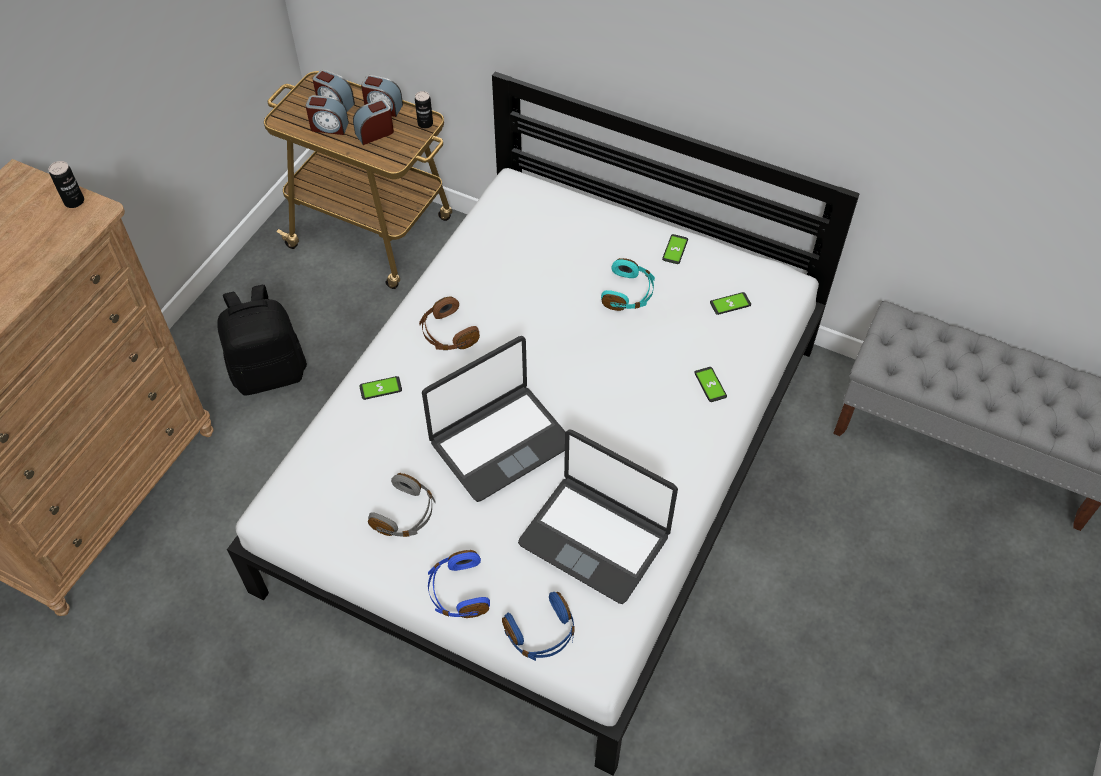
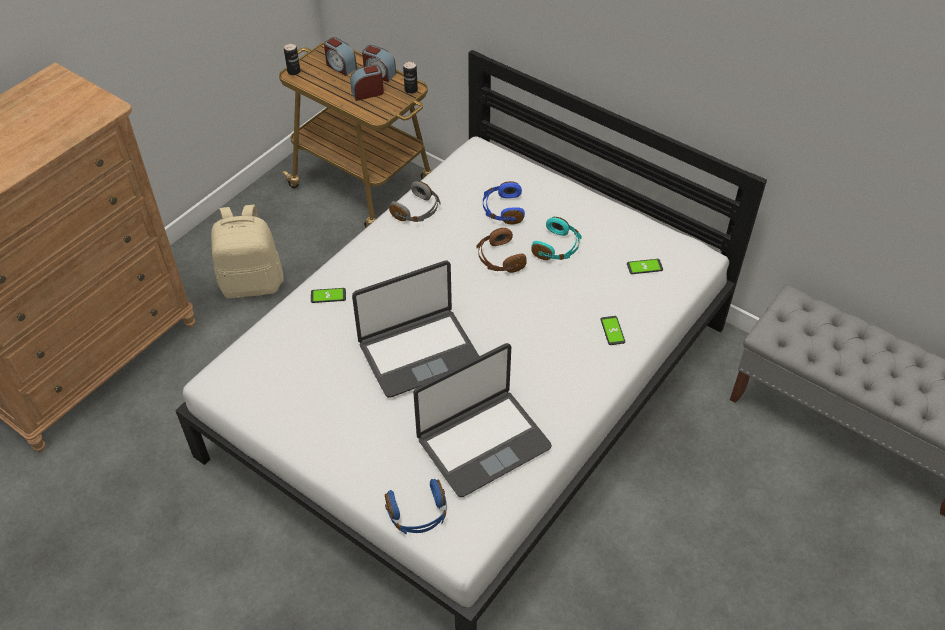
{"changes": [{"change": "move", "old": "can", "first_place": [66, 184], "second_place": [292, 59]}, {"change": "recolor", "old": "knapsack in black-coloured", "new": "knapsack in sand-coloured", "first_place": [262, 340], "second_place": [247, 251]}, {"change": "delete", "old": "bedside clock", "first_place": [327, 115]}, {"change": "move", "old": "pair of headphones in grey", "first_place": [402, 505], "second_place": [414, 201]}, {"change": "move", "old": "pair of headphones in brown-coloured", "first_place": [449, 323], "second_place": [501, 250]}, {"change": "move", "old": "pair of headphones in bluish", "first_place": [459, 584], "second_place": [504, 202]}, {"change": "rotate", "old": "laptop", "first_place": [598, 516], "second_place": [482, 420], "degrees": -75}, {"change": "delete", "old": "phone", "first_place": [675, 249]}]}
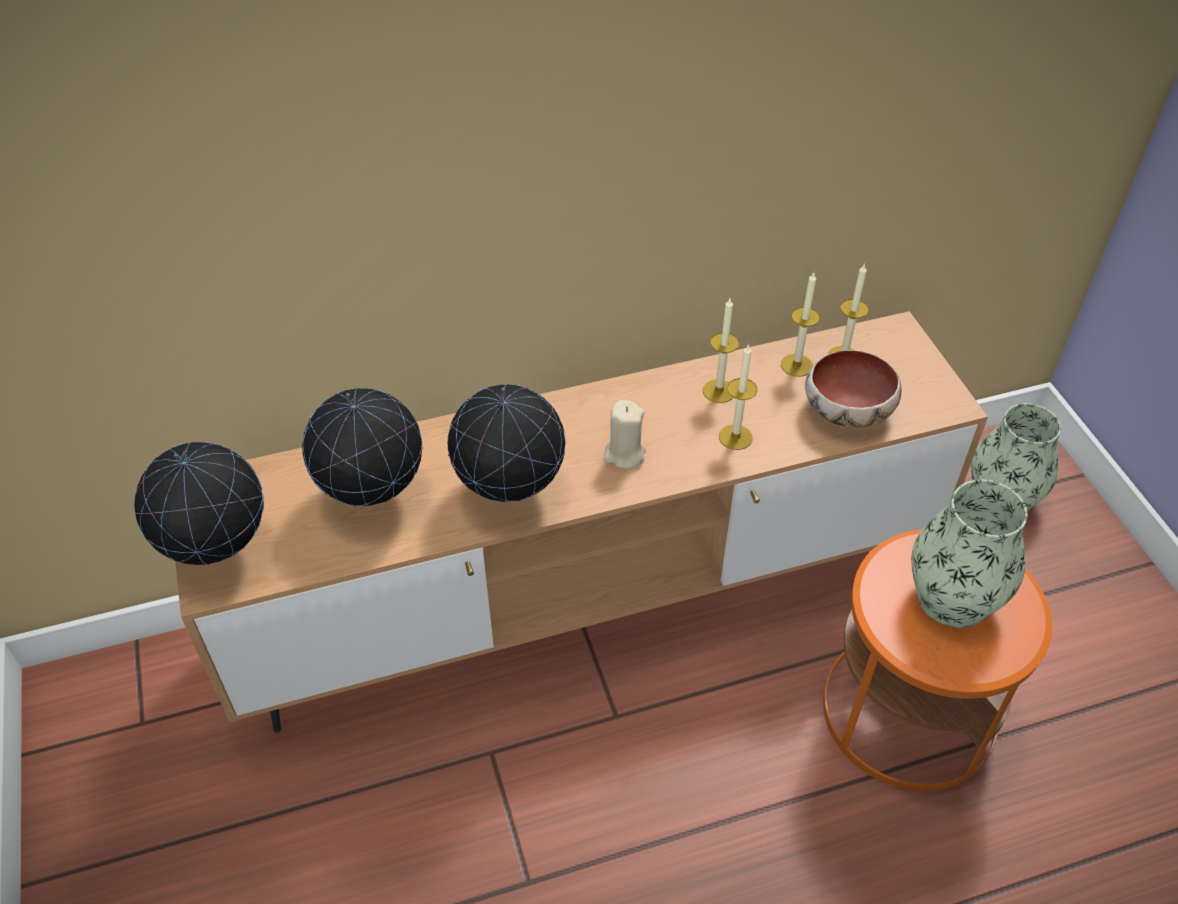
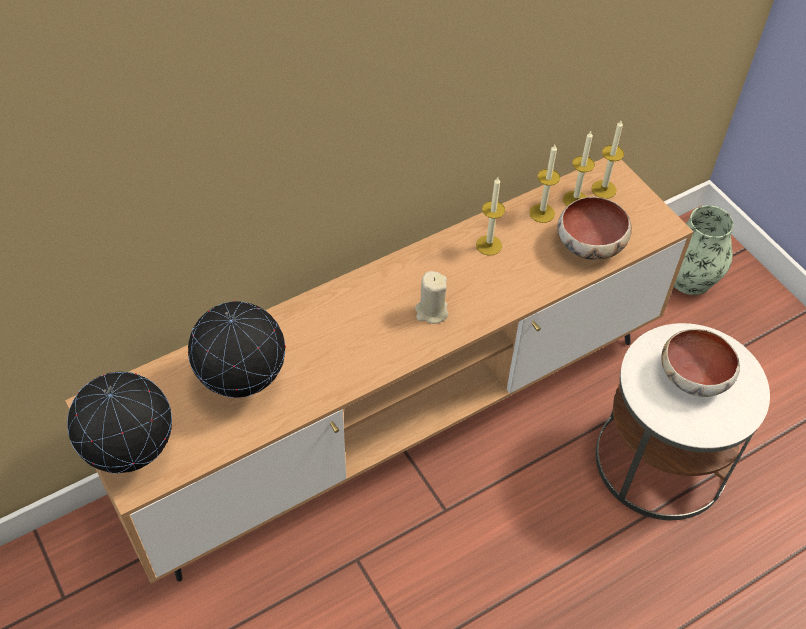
{"changes": [{"change": "delete", "old": "globe", "first_place": [506, 443]}, {"change": "move", "old": "candle", "first_place": [738, 397], "second_place": [608, 160]}, {"change": "recolor", "old": "accent table in orange-coloured", "new": "accent table in white-coloured", "first_place": [937, 660], "second_place": [682, 421]}, {"change": "replace", "old": "flower vase", "new": "serving bowl", "first_place": [969, 553], "second_place": [700, 363]}]}
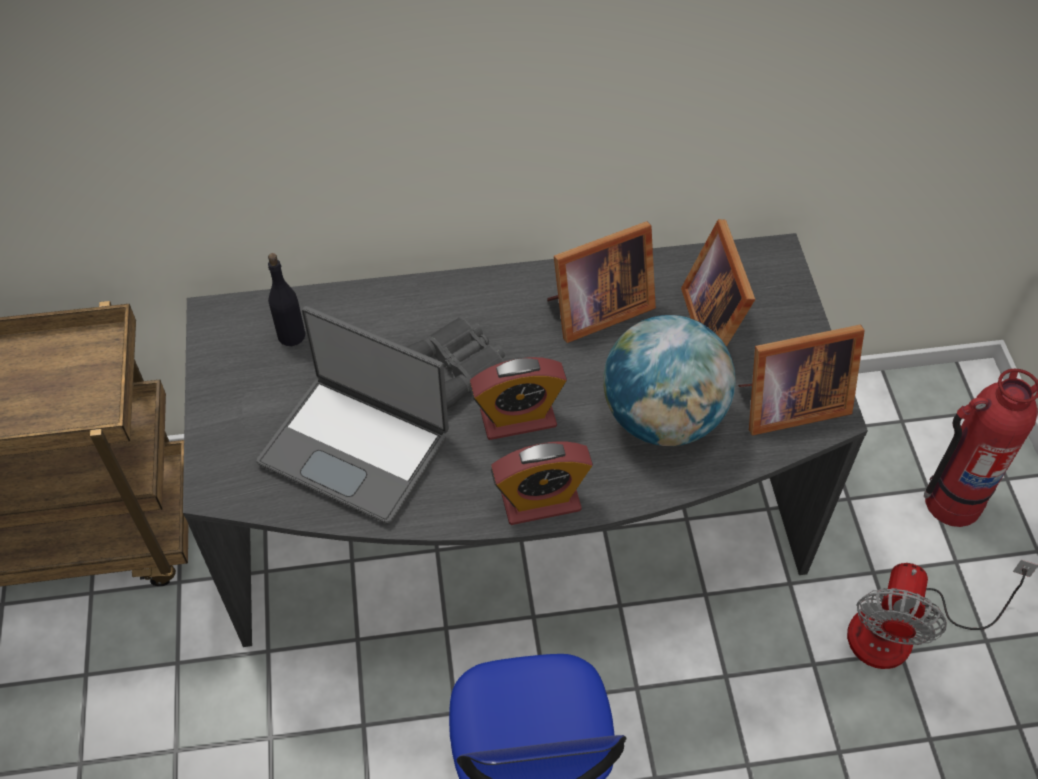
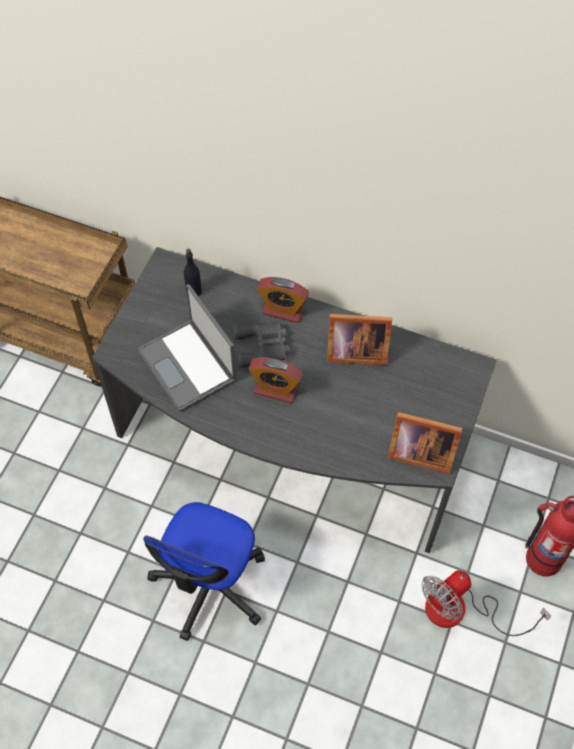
{"changes": [{"change": "move", "old": "bedside clock", "first_place": [542, 483], "second_place": [283, 300]}, {"change": "delete", "old": "globe", "first_place": [669, 380]}, {"change": "delete", "old": "picture frame", "first_place": [718, 283]}]}
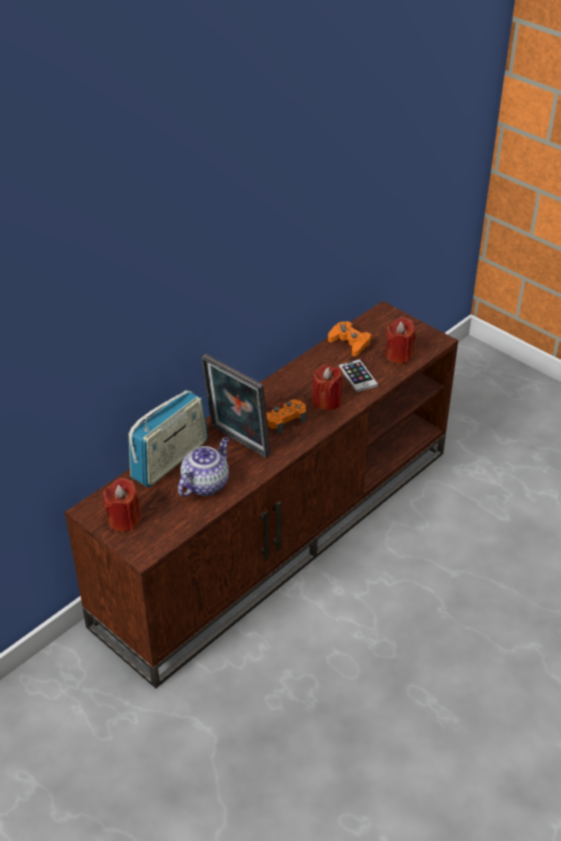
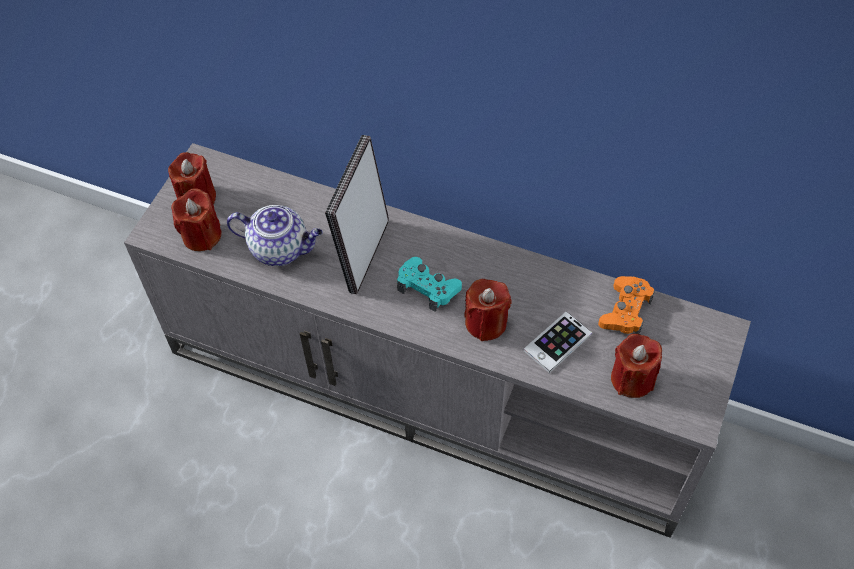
{"changes": [{"change": "recolor", "old": "tv stand in brown-coloured", "new": "tv stand in grey", "first_place": [261, 494], "second_place": [437, 340]}, {"change": "delete", "old": "radio set", "first_place": [168, 438]}, {"change": "recolor", "old": "gamepad in orange-coloured", "new": "gamepad in turquoise", "first_place": [286, 416], "second_place": [429, 284]}, {"change": "insert", "new": "candle in reddish", "second_place": [196, 219]}]}
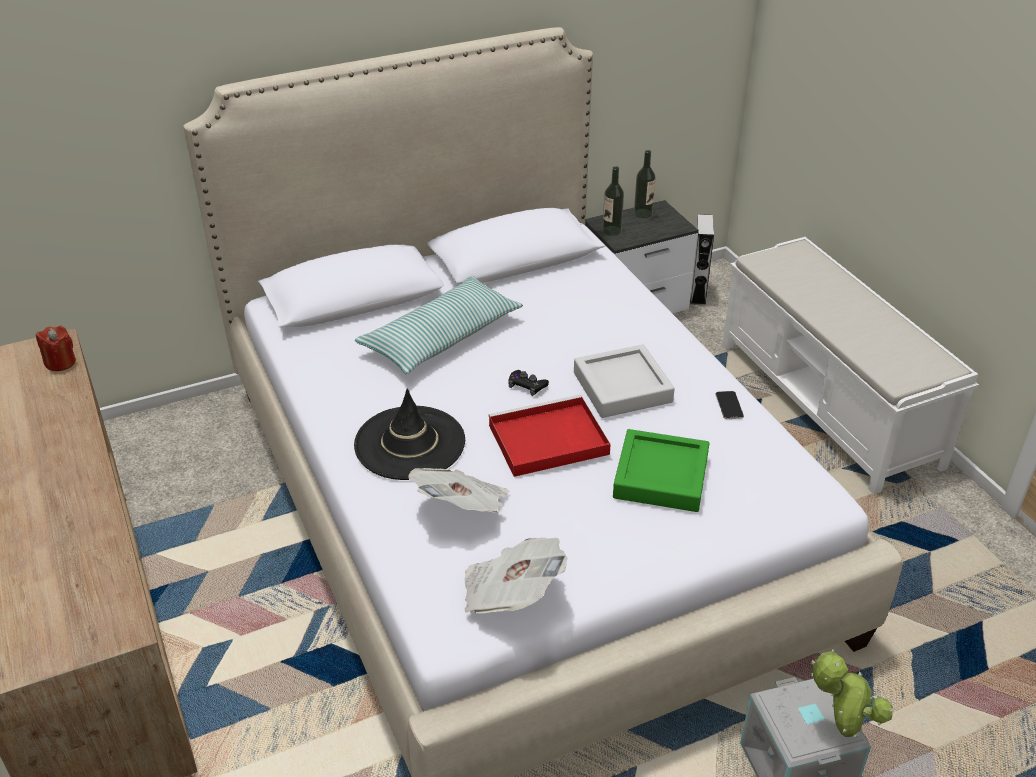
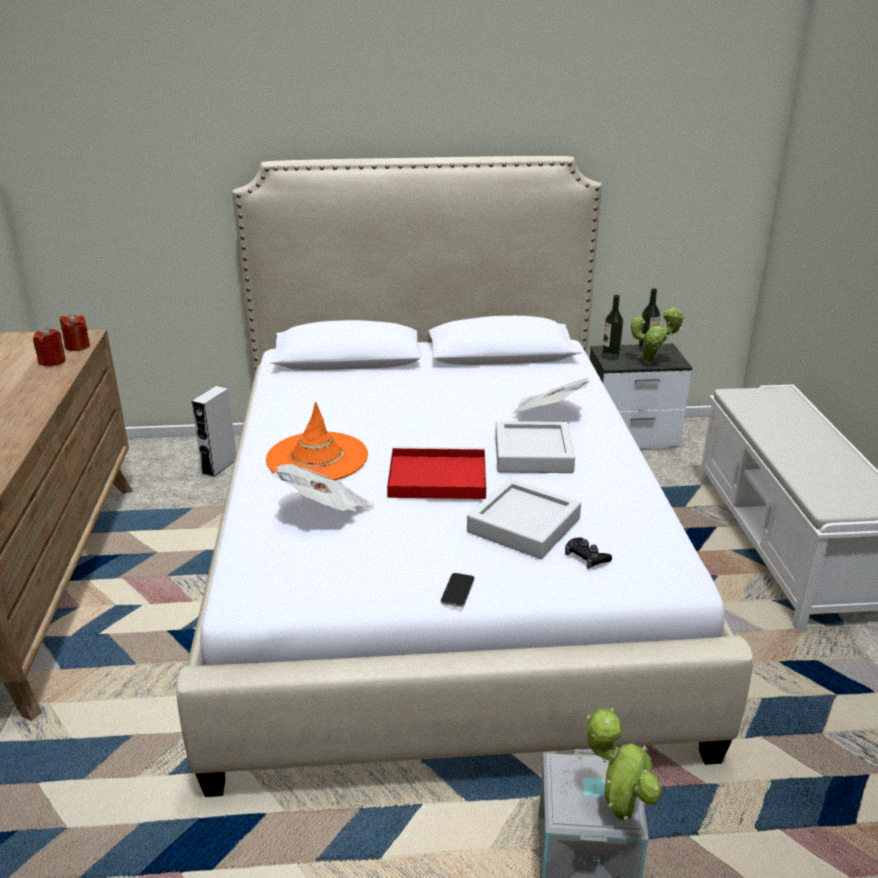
{"changes": [{"change": "recolor", "old": "clothing hat in black-coloured", "new": "clothing hat in orange-coloured", "first_place": [409, 434], "second_place": [317, 440]}, {"change": "delete", "old": "cushion", "first_place": [439, 325]}, {"change": "move", "old": "daily paper", "first_place": [515, 576], "second_place": [550, 396]}, {"change": "move", "old": "gamepad in black-coloured", "first_place": [528, 383], "second_place": [588, 553]}, {"change": "recolor", "old": "tray in greenish", "new": "tray in grey", "first_place": [661, 470], "second_place": [524, 519]}, {"change": "move", "old": "speaker in grey", "first_place": [702, 259], "second_place": [214, 431]}, {"change": "move", "old": "phone", "first_place": [730, 405], "second_place": [457, 590]}, {"change": "insert", "new": "candle in reddish", "second_place": [49, 346]}, {"change": "insert", "new": "plant in a pot", "second_place": [658, 335]}]}
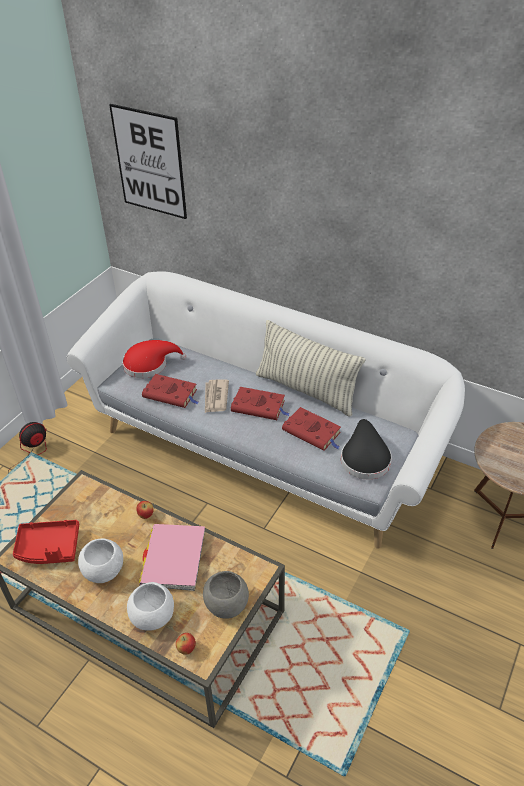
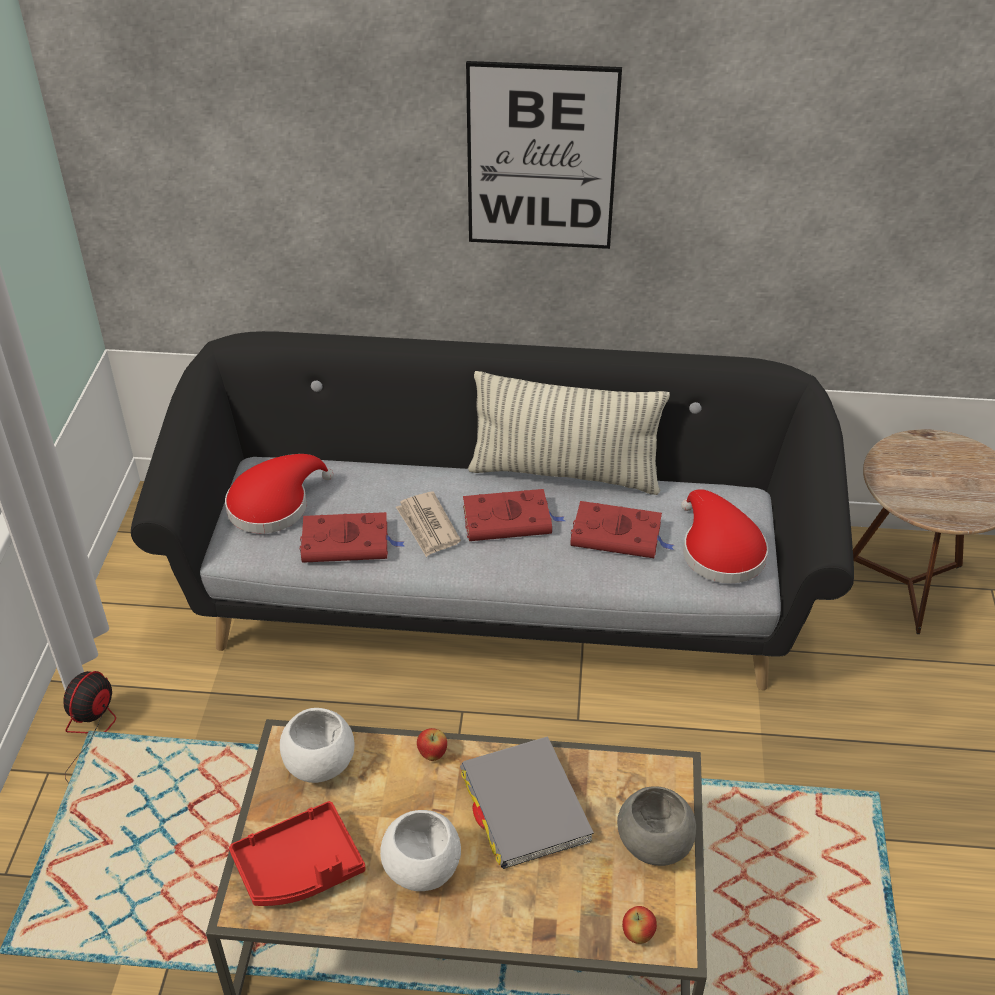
{"changes": [{"change": "recolor", "old": "settee in white-coloured", "new": "settee in black-coloured", "first_place": [265, 410], "second_place": [492, 510]}, {"change": "move", "old": "wall art", "first_place": [148, 161], "second_place": [544, 155]}, {"change": "move", "old": "serving bowl in white-coloured", "first_place": [150, 606], "second_place": [317, 745]}, {"change": "recolor", "old": "volume in pink", "new": "volume in grey", "first_place": [172, 557], "second_place": [527, 802]}, {"change": "recolor", "old": "clothing hat in black-coloured", "new": "clothing hat in reddish", "first_place": [366, 449], "second_place": [724, 536]}]}
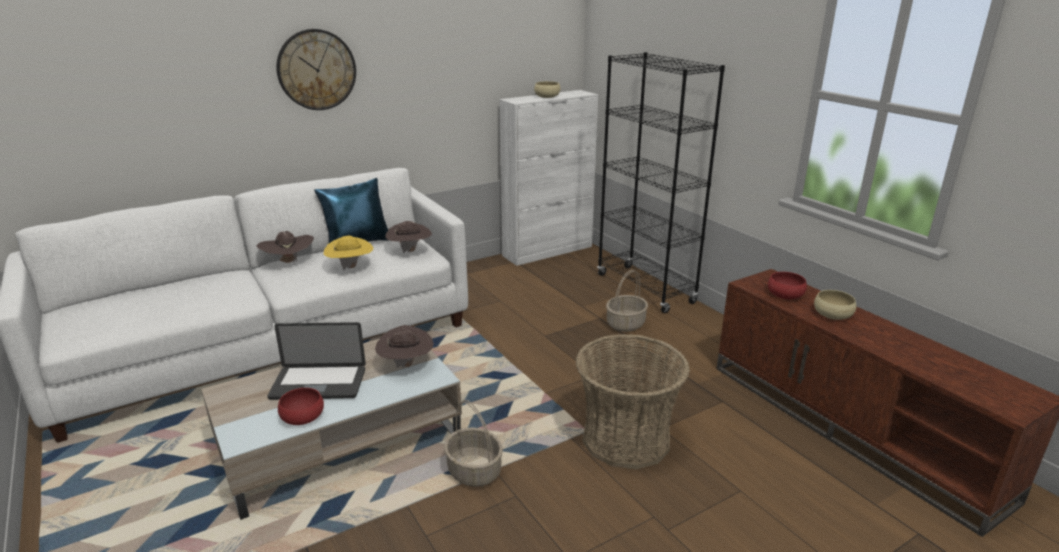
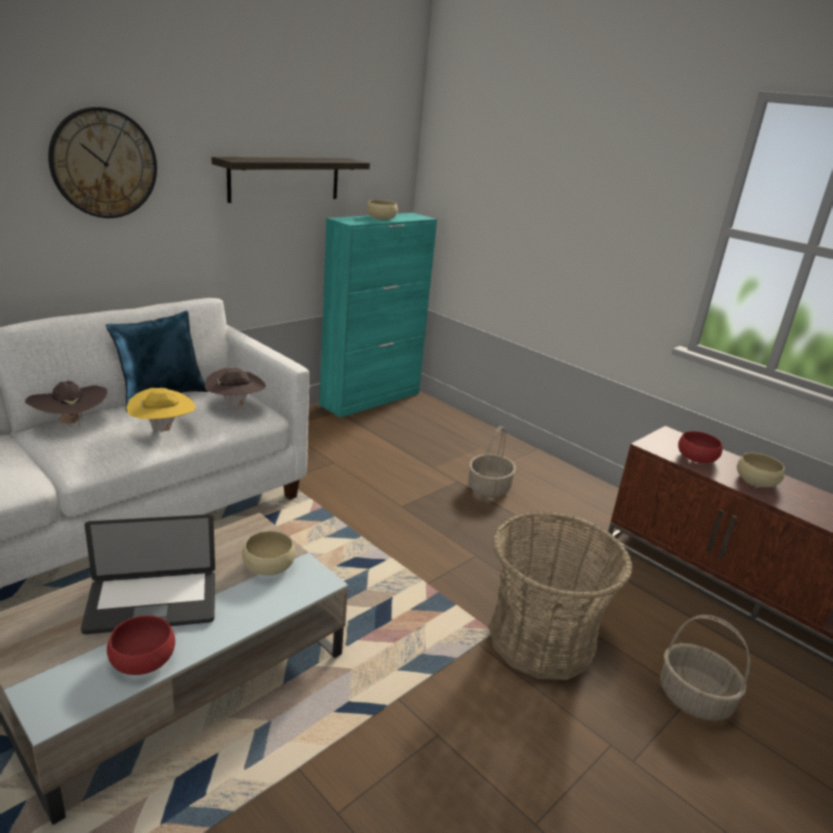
{"changes": [{"change": "replace", "old": "clothing hat in brown-coloured", "new": "serving bowl in sand-coloured", "first_place": [404, 346], "second_place": [269, 553]}, {"change": "move", "old": "basket", "first_place": [473, 443], "second_place": [705, 668]}, {"change": "recolor", "old": "cabinet in white-coloured", "new": "cabinet in turquoise", "first_place": [548, 178], "second_place": [378, 315]}, {"change": "delete", "old": "bookshelf in black-coloured", "first_place": [661, 182]}, {"change": "insert", "new": "shelf", "second_place": [291, 180]}]}
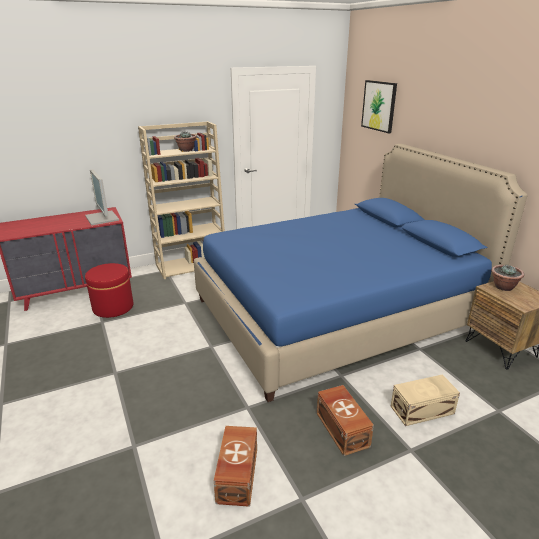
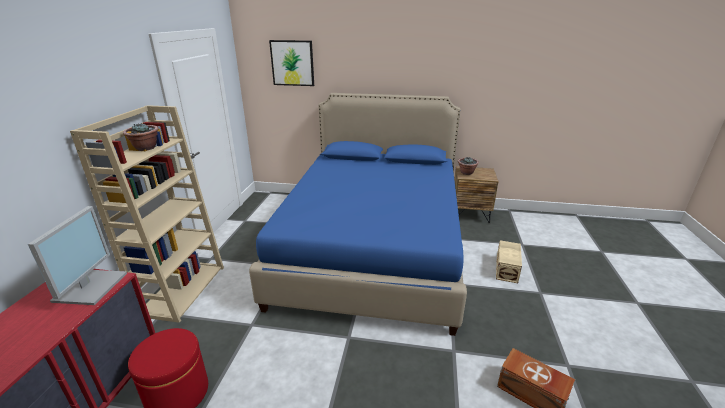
{"changes": [{"change": "rotate", "old": "computer display", "first_place": [102, 197], "second_place": [77, 255], "degrees": -90}, {"change": "delete", "old": "storage container in brown-coloured", "first_place": [345, 420]}]}
